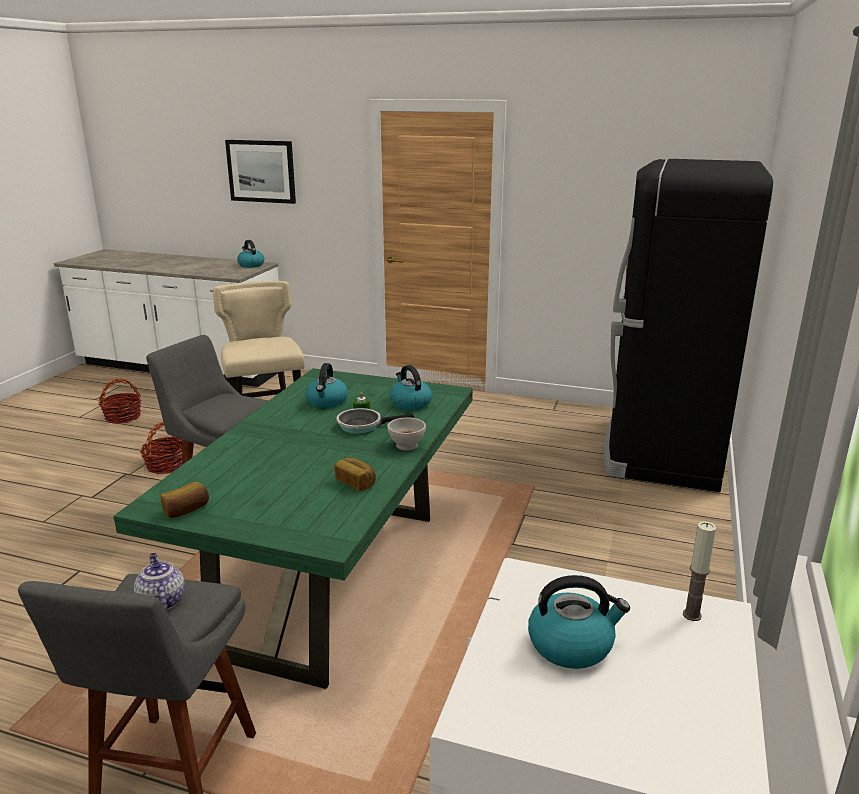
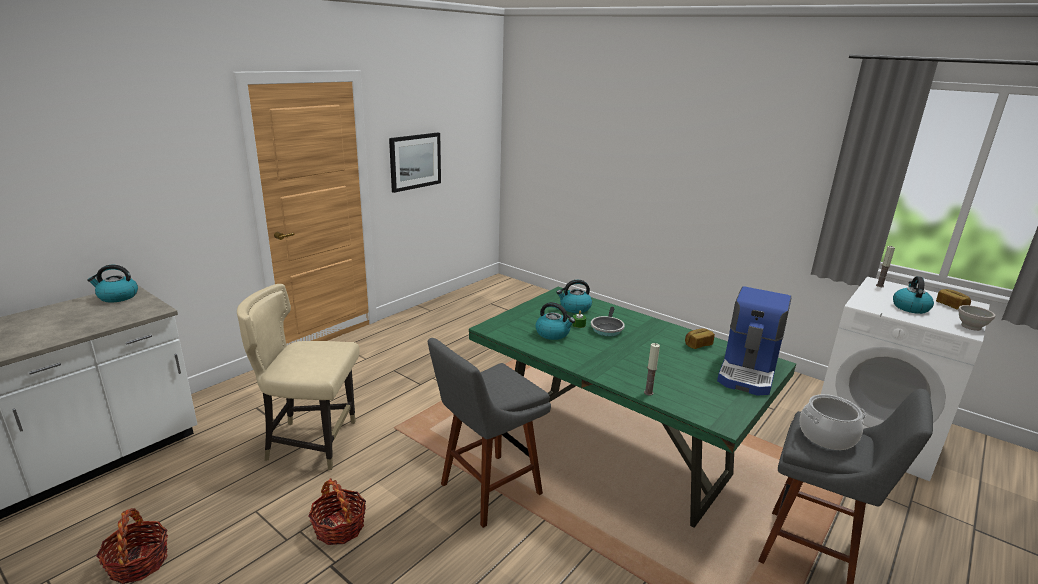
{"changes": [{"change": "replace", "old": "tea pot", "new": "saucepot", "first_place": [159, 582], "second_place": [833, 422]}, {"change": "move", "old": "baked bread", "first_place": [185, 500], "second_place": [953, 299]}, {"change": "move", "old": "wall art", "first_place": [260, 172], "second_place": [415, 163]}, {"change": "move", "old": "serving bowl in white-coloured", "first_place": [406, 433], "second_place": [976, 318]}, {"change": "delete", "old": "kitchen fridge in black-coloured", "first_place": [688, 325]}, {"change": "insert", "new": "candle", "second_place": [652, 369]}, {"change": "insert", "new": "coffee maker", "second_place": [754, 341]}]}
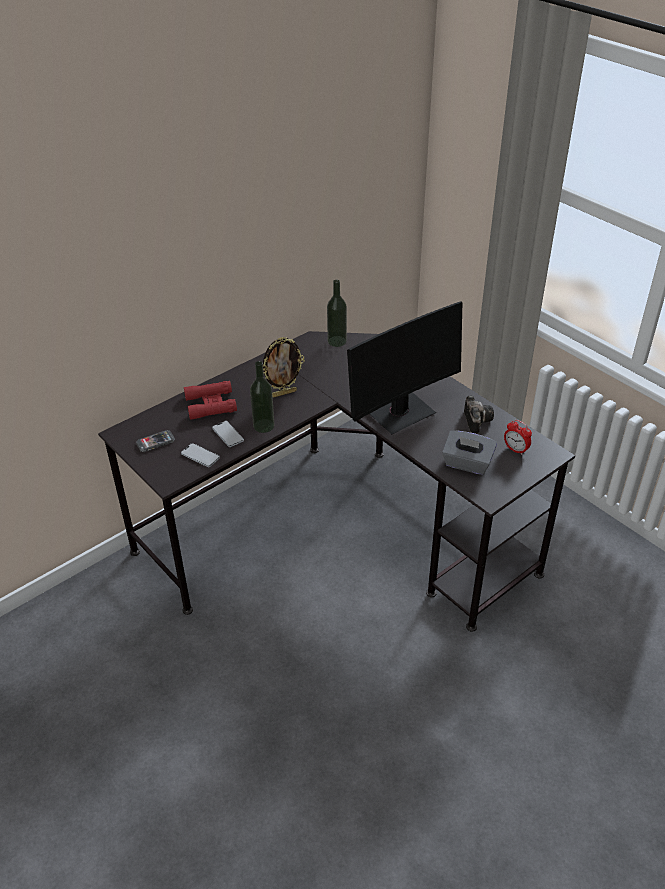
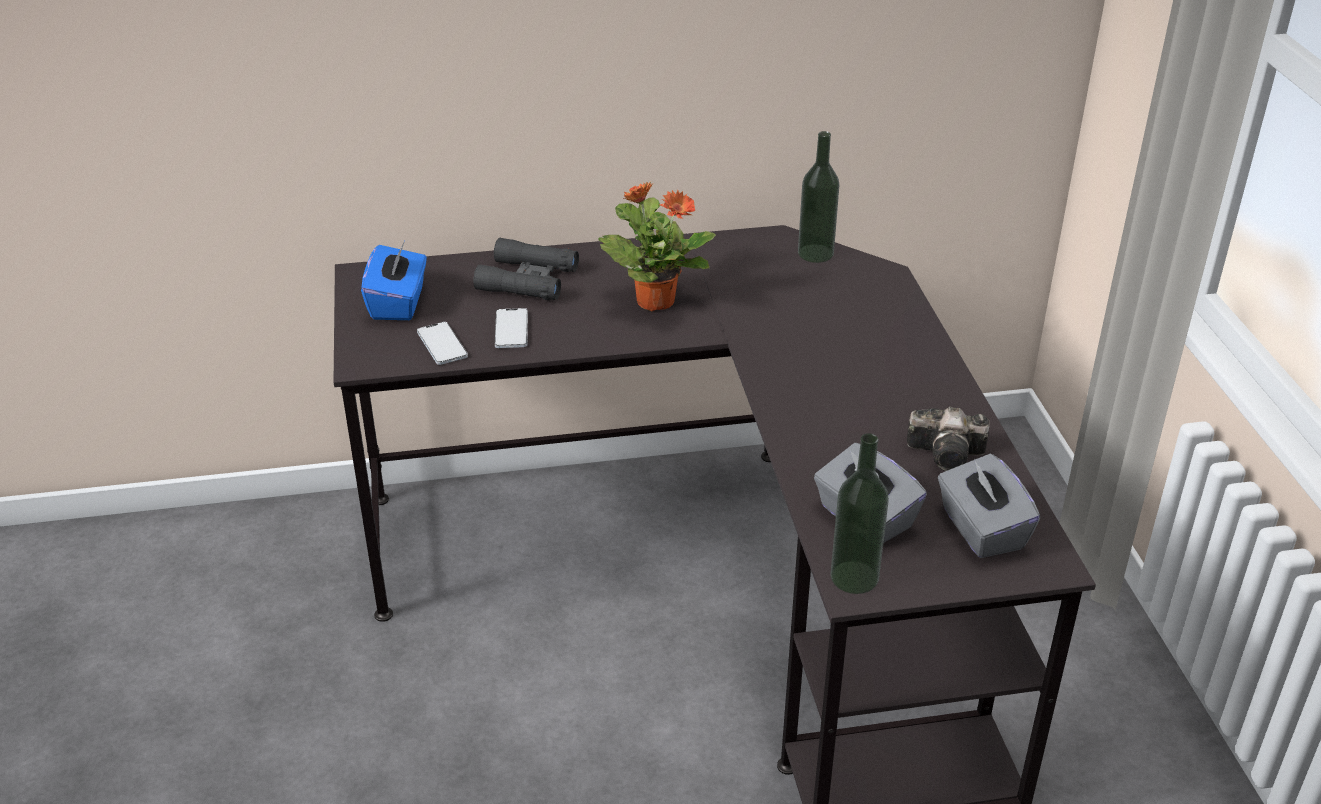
{"changes": [{"change": "replace", "old": "phone", "new": "tissue holder in bluish", "first_place": [155, 441], "second_place": [394, 280]}, {"change": "recolor", "old": "binoculars in reddish", "new": "binoculars in black-coloured", "first_place": [210, 400], "second_place": [526, 269]}, {"change": "move", "old": "bottle", "first_place": [262, 397], "second_place": [859, 513]}, {"change": "replace", "old": "picture frame", "new": "plant in a pot", "first_place": [284, 367], "second_place": [657, 246]}, {"change": "delete", "old": "computer display", "first_place": [405, 367]}, {"change": "rotate", "old": "photo camera", "first_place": [479, 415], "second_place": [948, 438], "degrees": 75}, {"change": "replace", "old": "bedside clock", "new": "tissue holder in grey", "first_place": [518, 437], "second_place": [989, 506]}]}
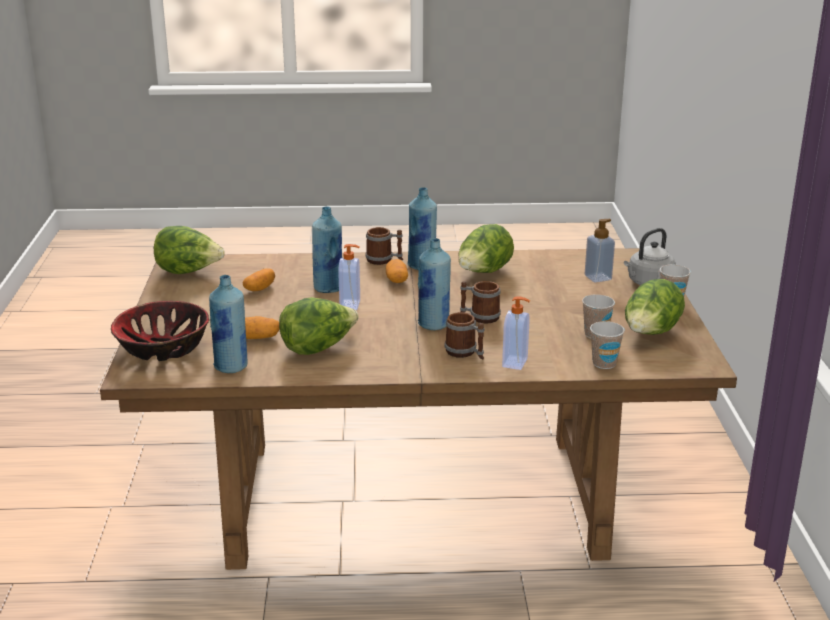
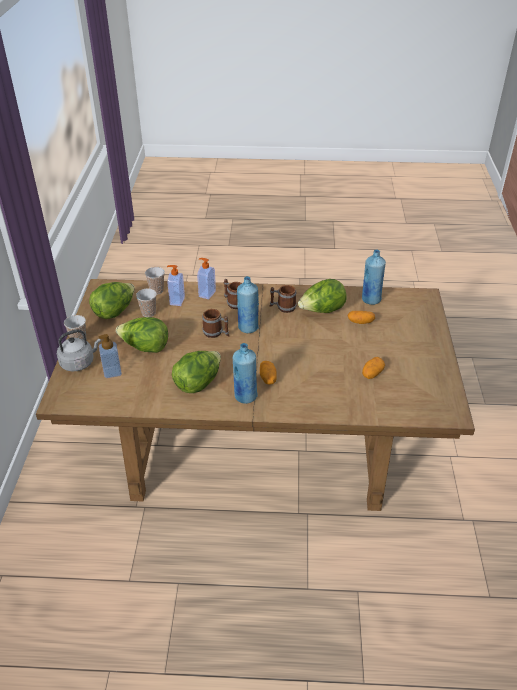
{"changes": [{"change": "delete", "old": "serving bowl", "first_place": [160, 331]}, {"change": "move", "old": "head of lettuce", "first_place": [189, 250], "second_place": [142, 335]}, {"change": "delete", "old": "bottle in bluish", "first_place": [327, 249]}, {"change": "move", "old": "liquid soap bottle", "first_place": [349, 277], "second_place": [176, 285]}, {"change": "move", "old": "coffee mug", "first_place": [384, 246], "second_place": [283, 299]}]}
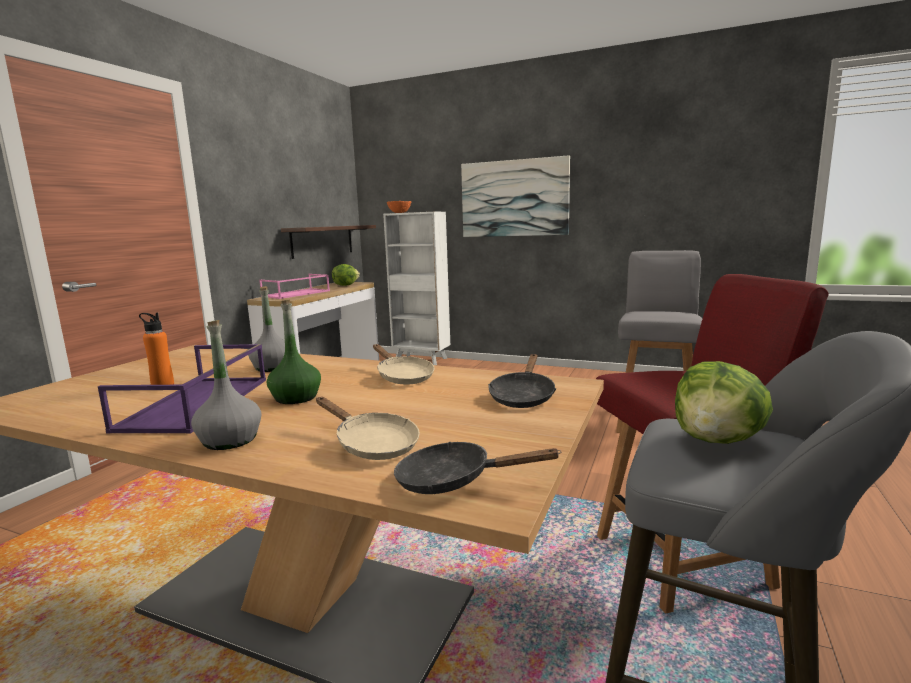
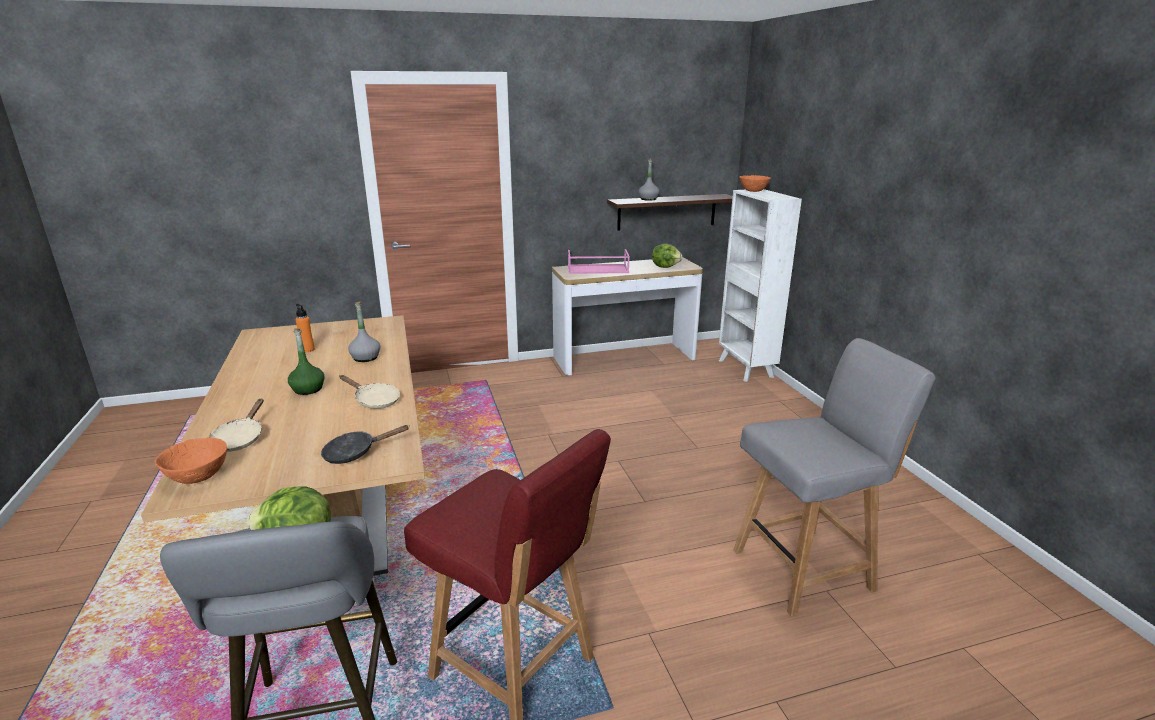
{"changes": [{"change": "delete", "old": "tray in purple-coloured", "first_place": [182, 389]}, {"change": "move", "old": "bottle in grey", "first_place": [226, 385], "second_place": [649, 179]}, {"change": "rotate", "old": "frying pan in sand-coloured", "first_place": [404, 364], "second_place": [370, 392], "degrees": -75}, {"change": "replace", "old": "frying pan in black-coloured", "new": "serving bowl in orange-coloured", "first_place": [477, 468], "second_place": [191, 460]}, {"change": "delete", "old": "wall art", "first_place": [515, 196]}]}
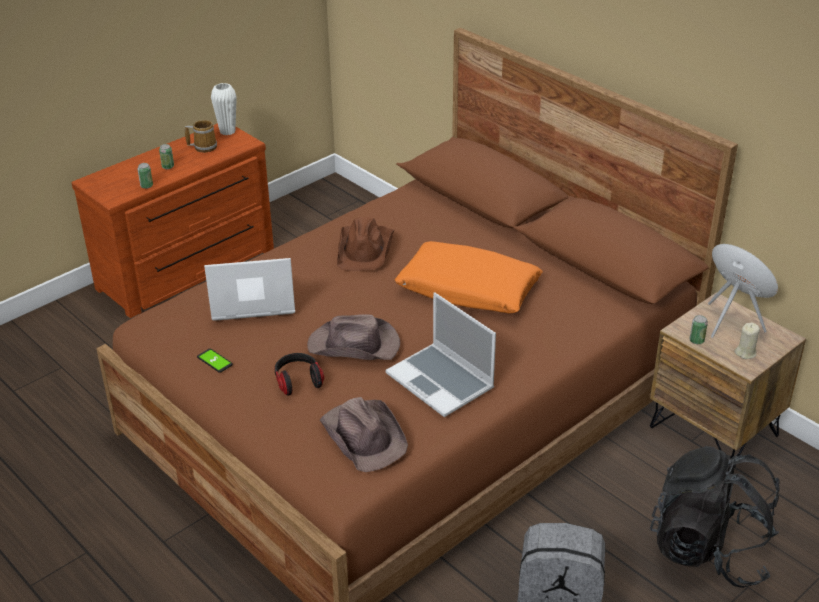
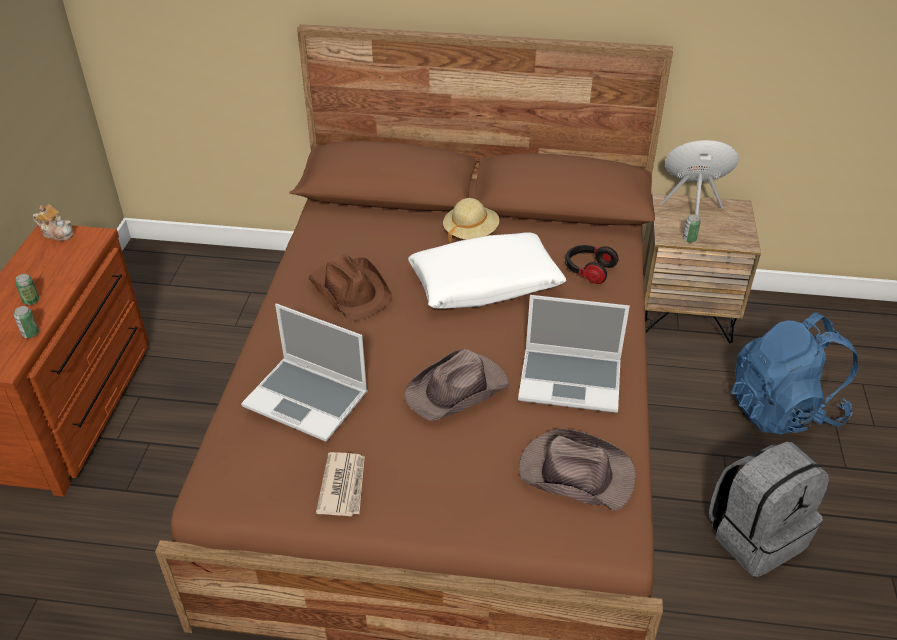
{"changes": [{"change": "delete", "old": "coffee mug", "first_place": [201, 136]}, {"change": "replace", "old": "phone", "new": "daily paper", "first_place": [215, 361], "second_place": [340, 484]}, {"change": "rotate", "old": "laptop", "first_place": [249, 289], "second_place": [304, 373], "degrees": -105}, {"change": "replace", "old": "flower vase in white-coloured", "new": "tea pot", "first_place": [224, 109], "second_place": [53, 222]}, {"change": "move", "old": "pair of headphones", "first_place": [299, 374], "second_place": [591, 264]}, {"change": "recolor", "old": "cushion in orange-coloured", "new": "cushion in white-coloured", "first_place": [468, 277], "second_place": [487, 270]}, {"change": "recolor", "old": "knapsack in black-coloured", "new": "knapsack in bluish", "first_place": [715, 517], "second_place": [794, 373]}, {"change": "delete", "old": "candle in sand-coloured", "first_place": [747, 340]}, {"change": "insert", "new": "clothing hat in sand-coloured", "second_place": [471, 220]}]}
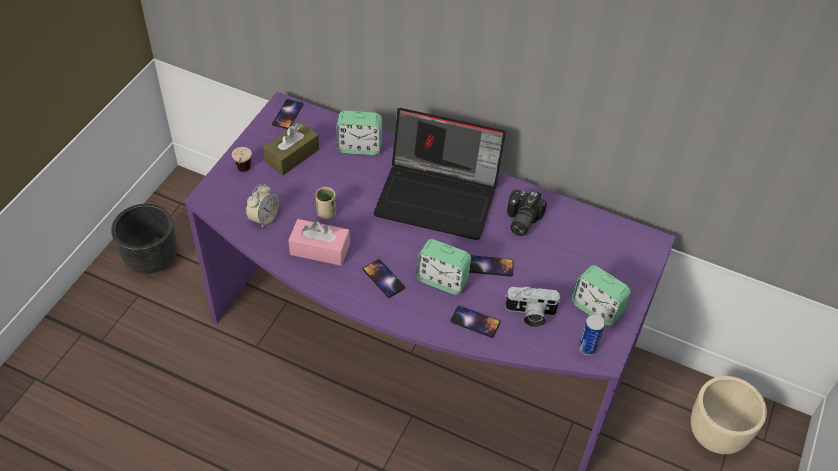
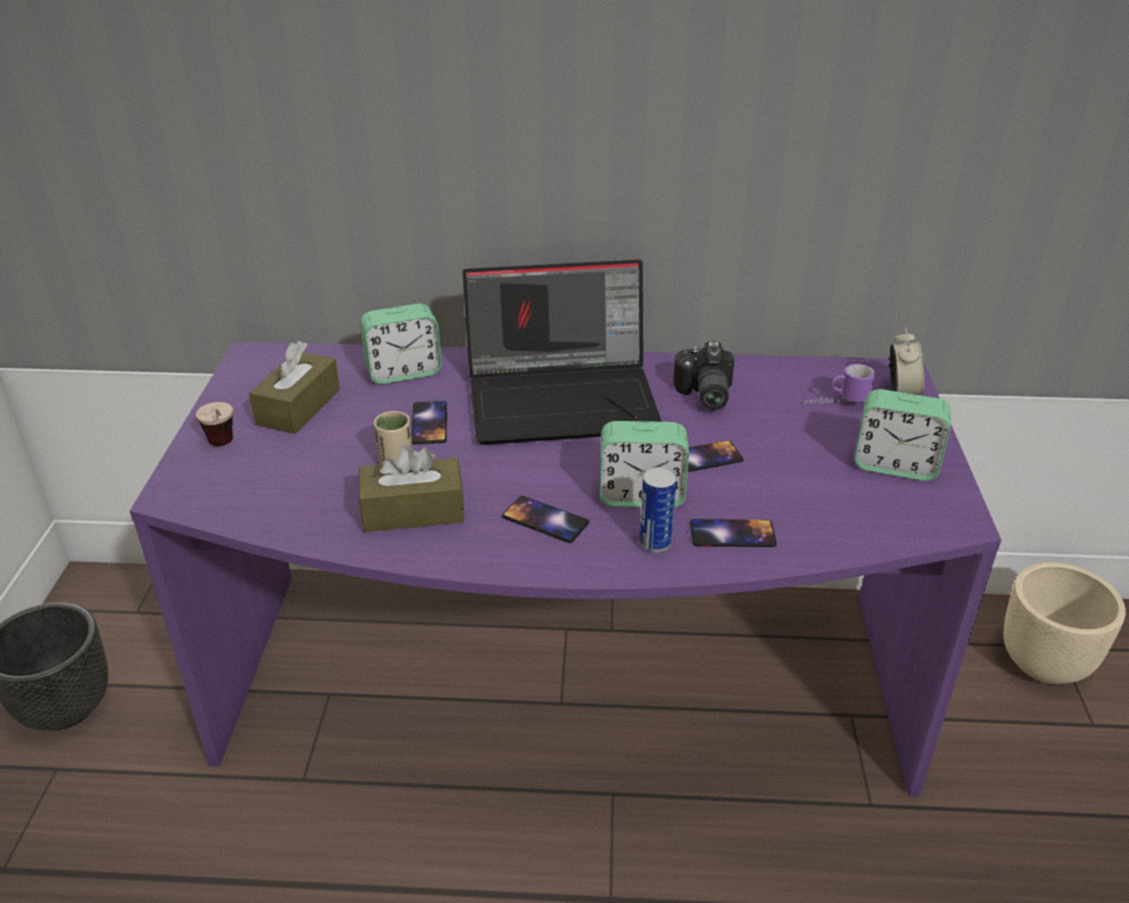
{"changes": [{"change": "move", "old": "bedside clock", "first_place": [262, 206], "second_place": [906, 361]}, {"change": "move", "old": "phone", "first_place": [287, 114], "second_place": [429, 422]}, {"change": "recolor", "old": "tissue holder in pink", "new": "tissue holder in brown-coloured", "first_place": [319, 242], "second_place": [411, 488]}, {"change": "delete", "old": "photo camera", "first_place": [533, 307]}, {"change": "move", "old": "can", "first_place": [592, 335], "second_place": [657, 510]}, {"change": "insert", "new": "coffee mug", "second_place": [840, 384]}]}
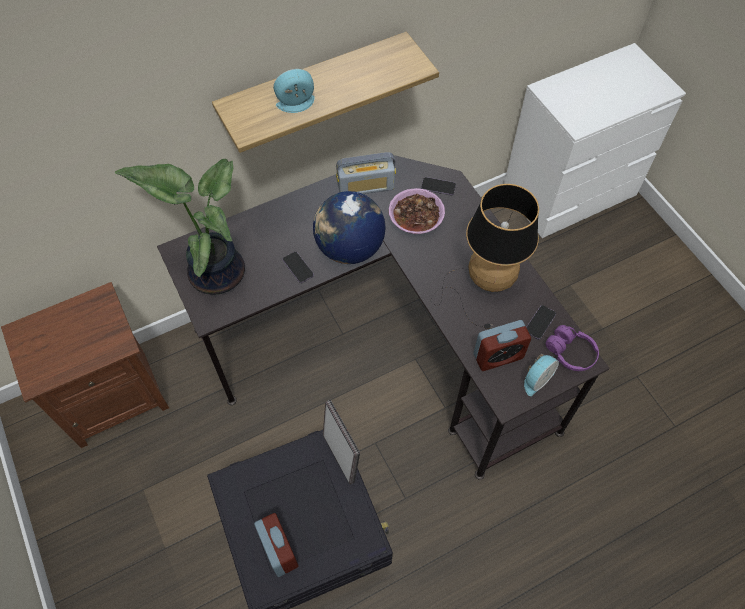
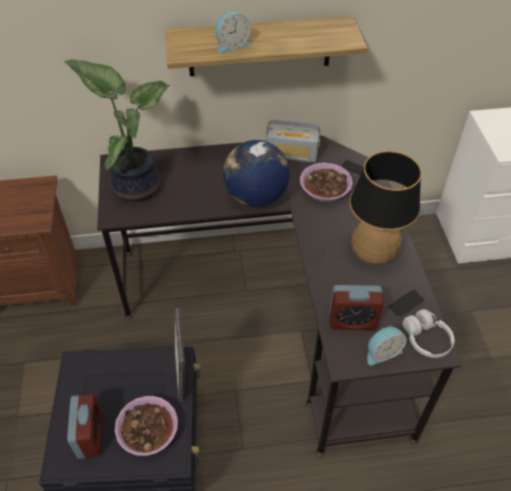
{"changes": [{"change": "rotate", "old": "bedside clock", "first_place": [294, 91], "second_place": [233, 32], "degrees": 150}, {"change": "delete", "old": "phone", "first_place": [298, 267]}, {"change": "recolor", "old": "pair of headphones in purple-coloured", "new": "pair of headphones in white-coloured", "first_place": [572, 348], "second_place": [428, 333]}, {"change": "insert", "new": "serving bowl", "second_place": [146, 426]}]}
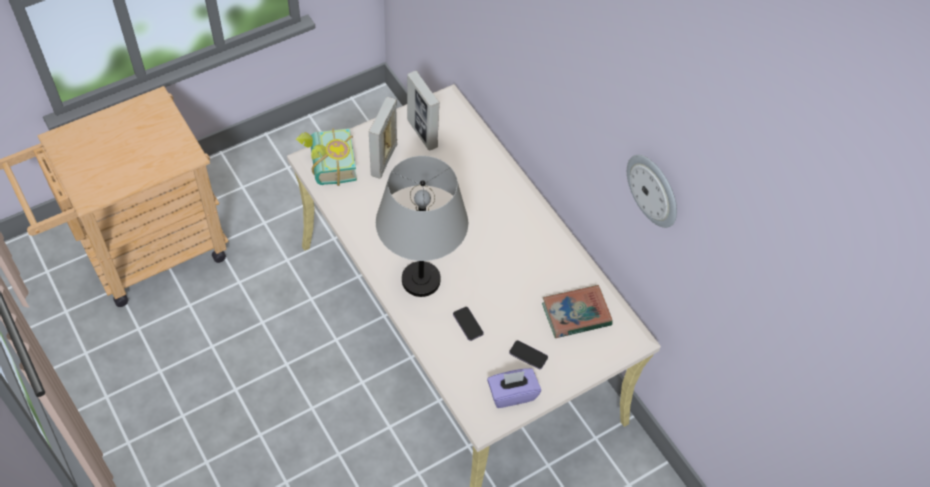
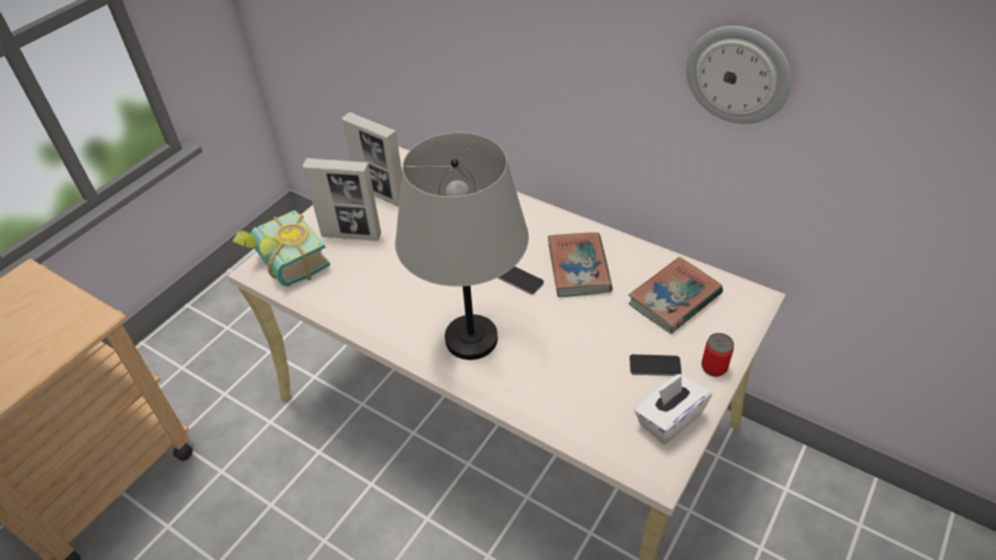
{"changes": [{"change": "rotate", "old": "picture frame", "first_place": [383, 138], "second_place": [342, 199], "degrees": -75}, {"change": "move", "old": "phone", "first_place": [468, 324], "second_place": [521, 280]}, {"change": "recolor", "old": "tissue holder in purple-coloured", "new": "tissue holder in white-coloured", "first_place": [514, 388], "second_place": [673, 409]}, {"change": "insert", "new": "volume", "second_place": [580, 264]}, {"change": "insert", "new": "can", "second_place": [717, 355]}]}
